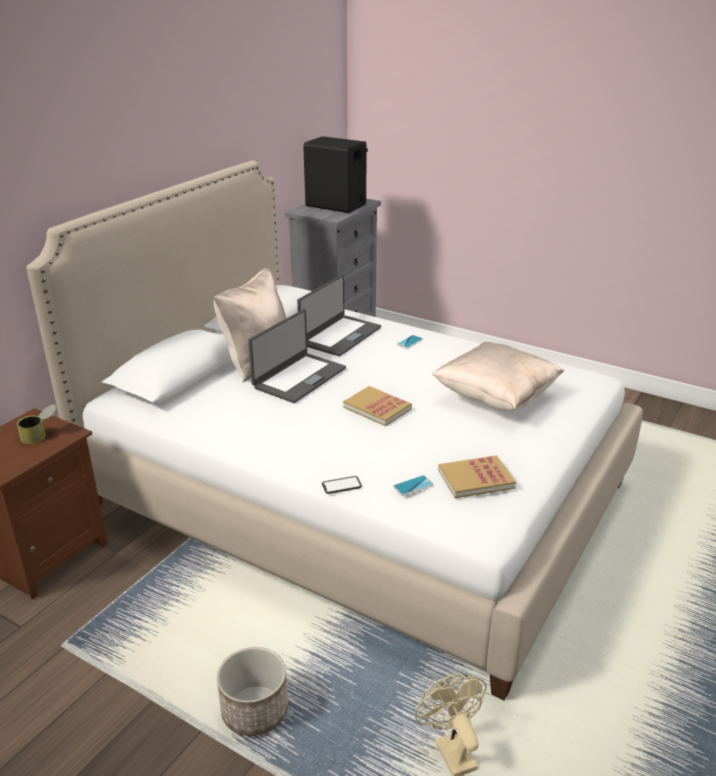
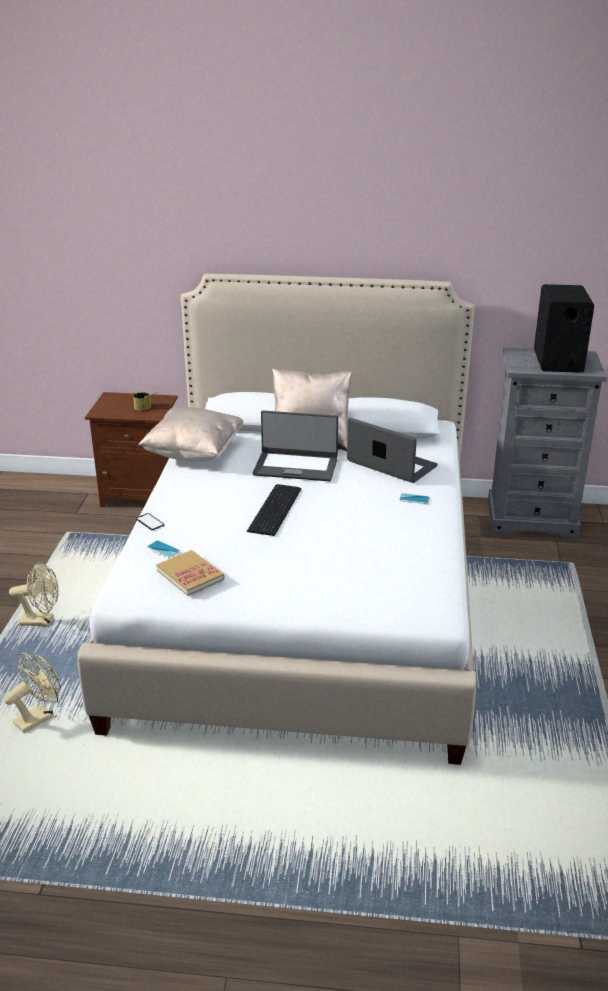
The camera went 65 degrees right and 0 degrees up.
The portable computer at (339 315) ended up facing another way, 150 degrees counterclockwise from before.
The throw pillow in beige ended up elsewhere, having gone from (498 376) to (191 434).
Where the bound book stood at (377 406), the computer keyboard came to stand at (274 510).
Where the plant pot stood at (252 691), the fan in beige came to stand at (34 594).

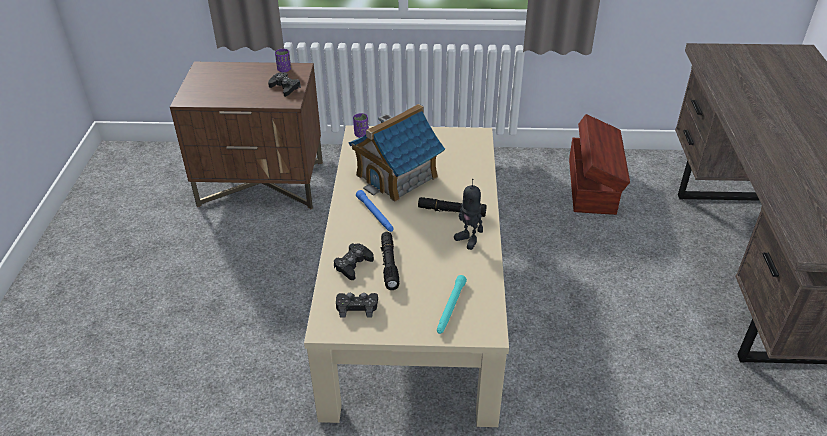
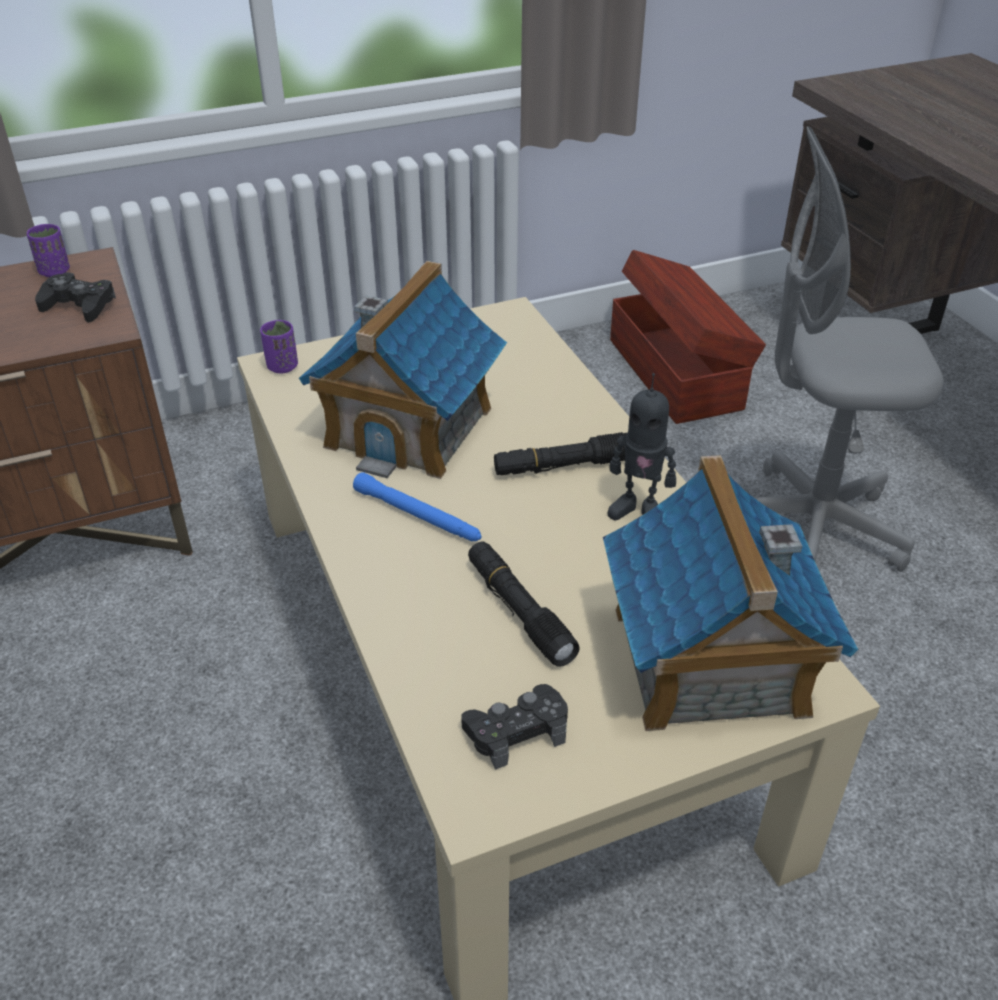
The camera went 25 degrees left and 0 degrees up.
The second view lost the gamepad in black-coloured at (354 261).
Where the flashlight in turquoise stood at (452 304), the miniature house came to stand at (730 593).
The second view gained the office chair in gray at (849 349).

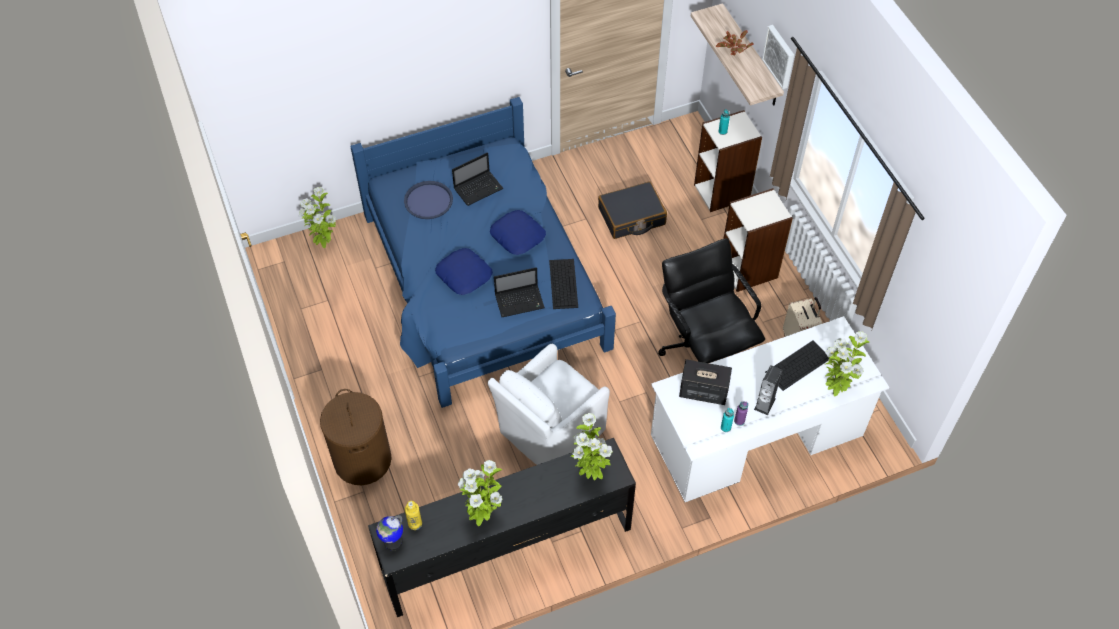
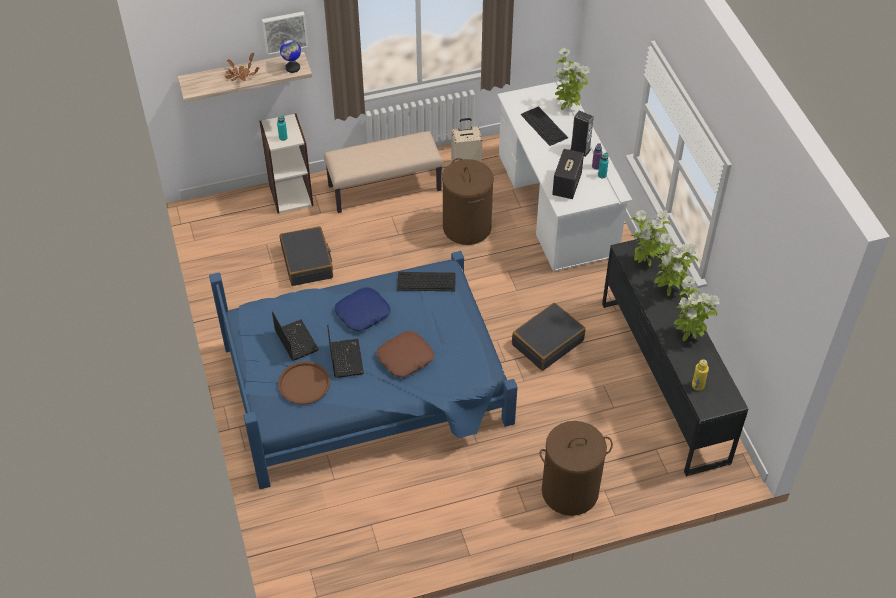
The camera went 85 degrees left and 5 degrees down.
What was the tray in blue-coloured at (428 200) turned into the tray in brown at (304 383).
The houseplant ended up elsewhere, having gone from (317 217) to (676 264).
Where the bookshelf stood at (758 240), the long seat in beige came to stand at (383 172).
Where the office chair in black-coloured stood at (711 300), the washing basket in brown came to stand at (468 201).
What was the throw pillow in blue-coloured at (464 271) turned into the throw pillow in brown at (405 354).
The portable computer ended up elsewhere, having gone from (519 292) to (345 351).
Where the easy chair in whitish stood at (549 404), the travel case in black-coloured came to stand at (549 337).
The desk globe ended up elsewhere, having gone from (389 533) to (290 55).

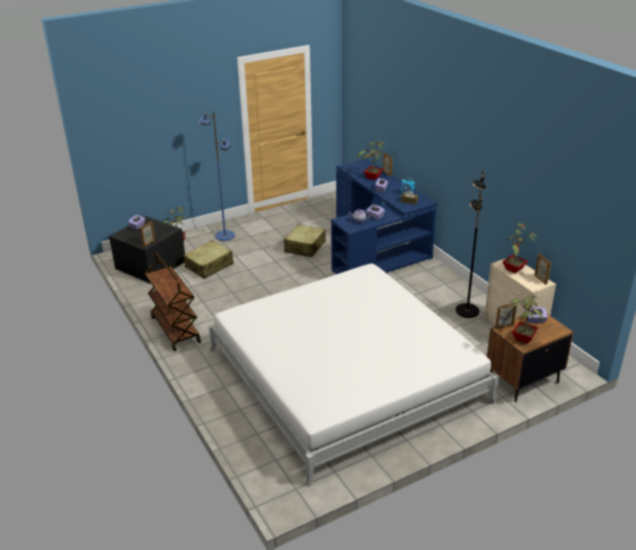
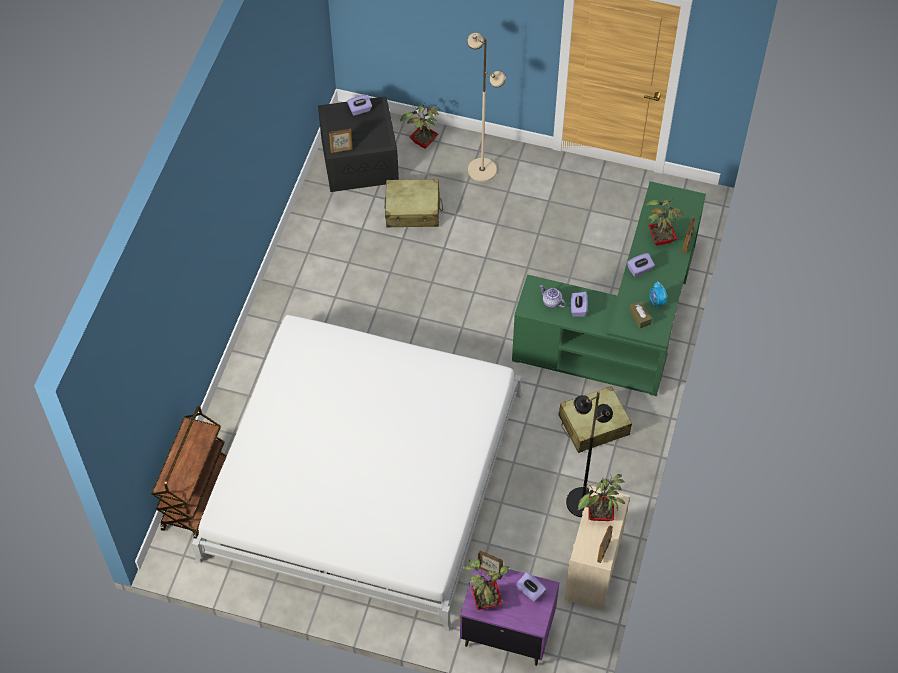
The camera went 45 degrees right and 25 degrees up.
What was the standing lamp in blue-coloured at (217 176) turned into the standing lamp in beige at (486 107).
What was the desk table in blue-coloured at (384 216) turned into the desk table in green at (609 288).
The travel case in beige ended up elsewhere, having gone from (305 240) to (595 419).
The trolley in brown ended up elsewhere, having gone from (173 301) to (189 472).
What was the night table in brown at (530 358) turned into the night table in purple at (510 616).

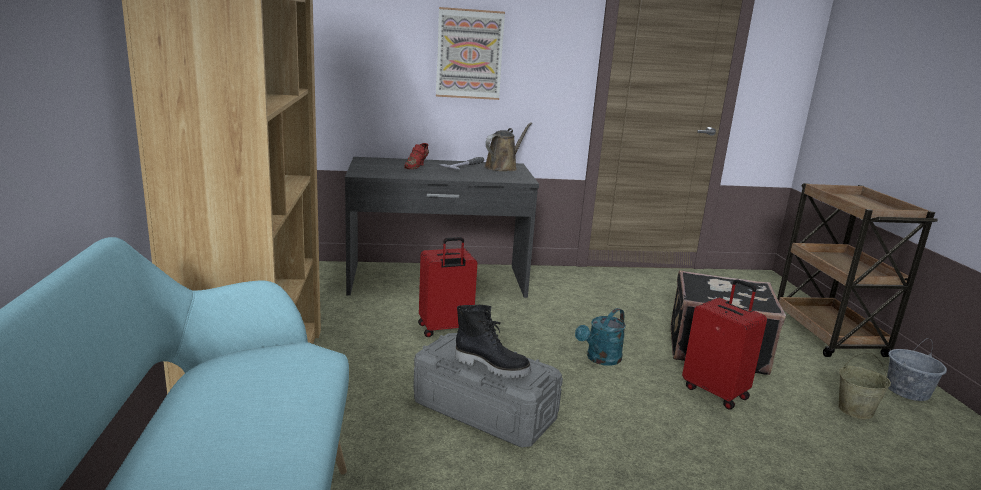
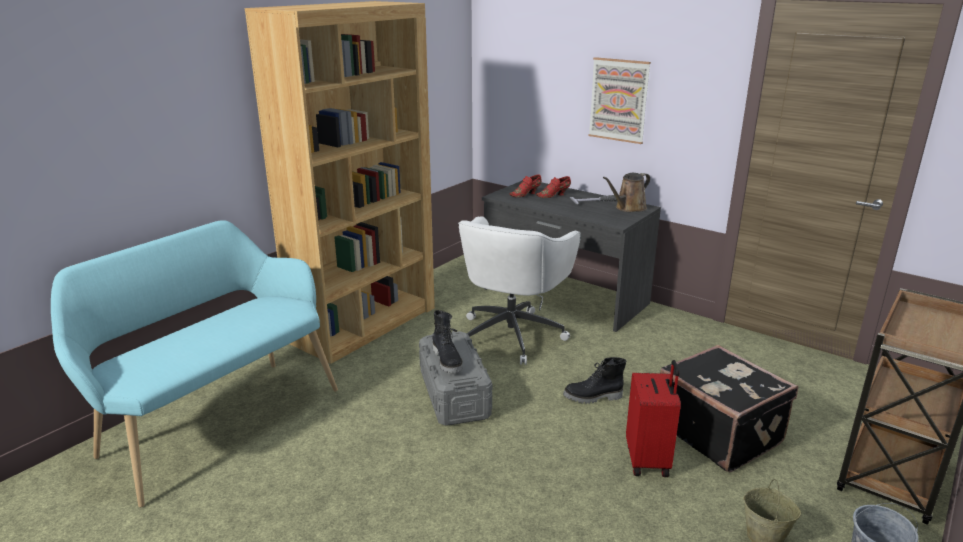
The camera went 45 degrees right and 5 degrees up.
The watering pot in brown at (508 146) ended up facing another way, 150 degrees clockwise from before.
Where the travel case in reddish stood at (447 287), the office chair in whitish came to stand at (519 290).
Where the watering pot in turquoise stood at (600 337), the boot in black-coloured came to stand at (594 380).
The second view gained the low shoe in reddish at (525 185).

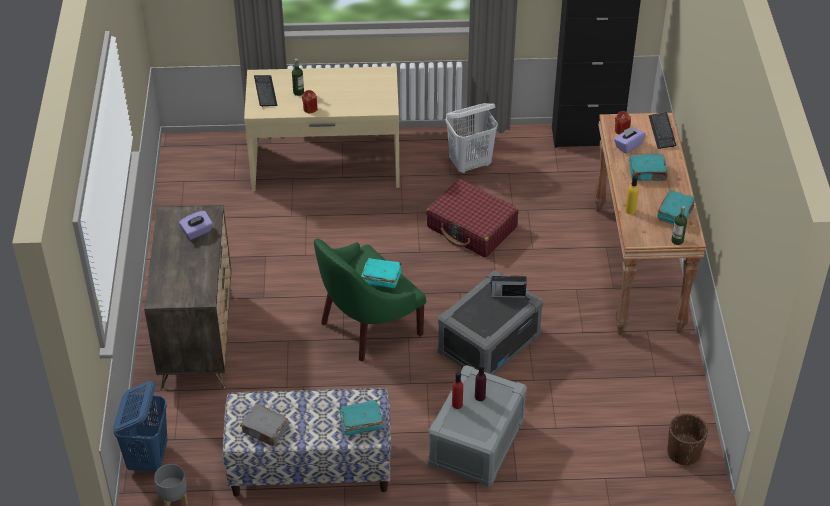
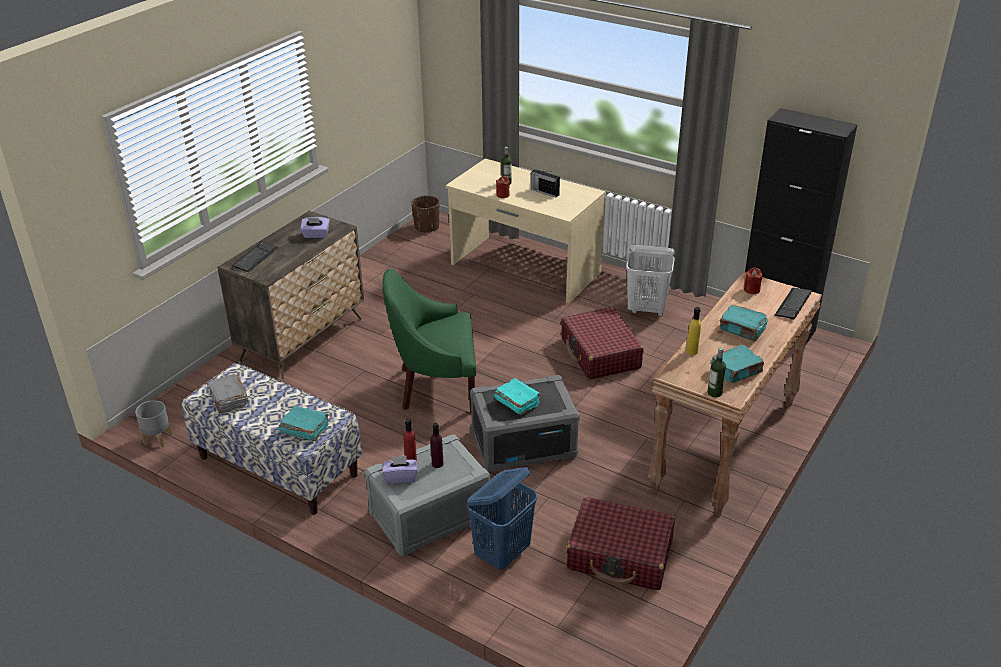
The camera went 35 degrees right and 10 degrees down.
The computer keyboard ended up elsewhere, having gone from (265 91) to (255 256).
The tissue box in purple ended up elsewhere, having gone from (630 140) to (400 470).
The bound book in turquoise ended up elsewhere, having gone from (381 273) to (517 396).
The radio receiver ended up elsewhere, having gone from (508 286) to (545 183).
The washing basket in blue-coloured ended up elsewhere, having gone from (140 426) to (502 518).
The plant pot in brown ended up elsewhere, having gone from (687 440) to (425 214).
The second view gained the travel case in reddish at (620 543).

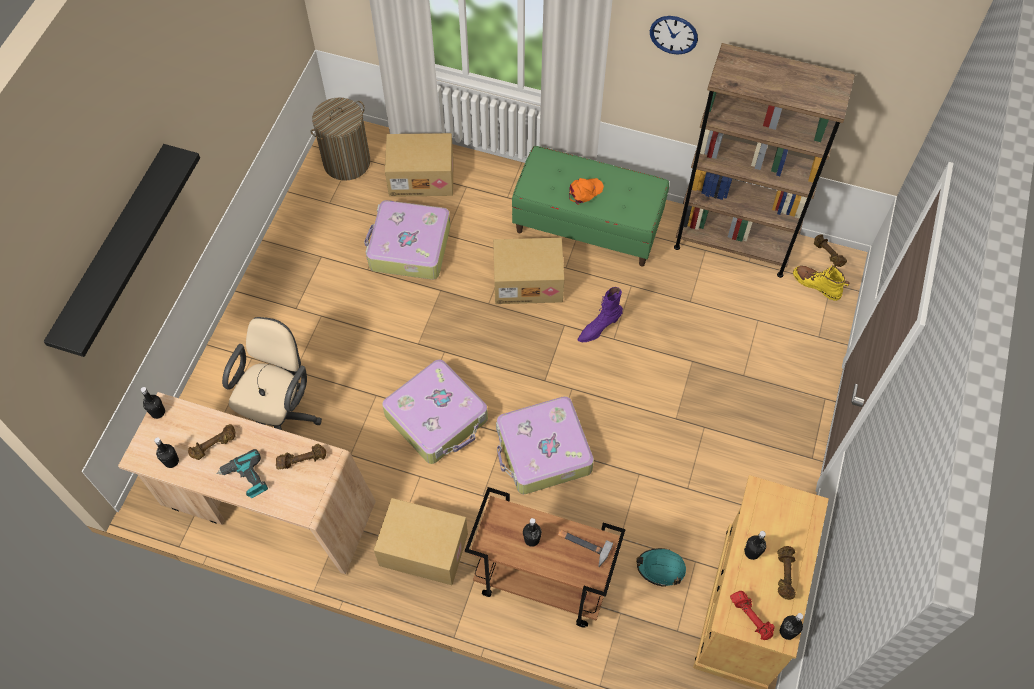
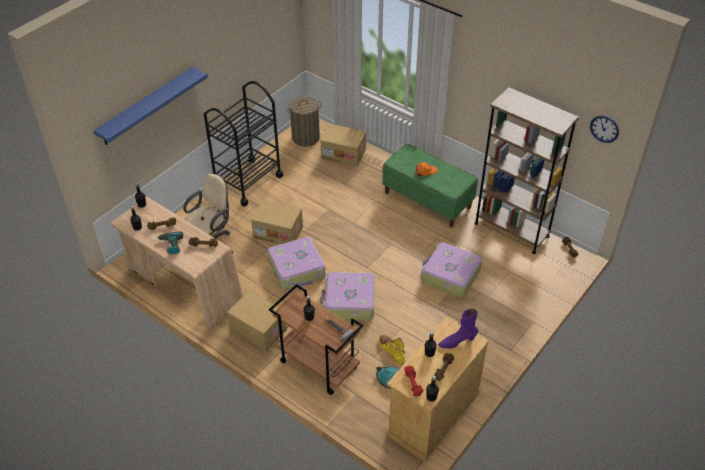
The camera went 20 degrees right and 15 degrees down.
The hanging clock ended up elsewhere, having gone from (674 35) to (604 129).
What was the wall shelf in black-coloured at (121 250) turned into the wall shelf in blue-coloured at (150 106).
The travel case ended up elsewhere, having gone from (407 240) to (451 270).
The carton ended up elsewhere, having gone from (528 271) to (277 222).
The boot in yellow-coloured ended up elsewhere, having gone from (821 283) to (391 350).
The boot in purple ended up elsewhere, having gone from (600 314) to (458 329).
The second view gained the trolley in black-coloured at (243 143).

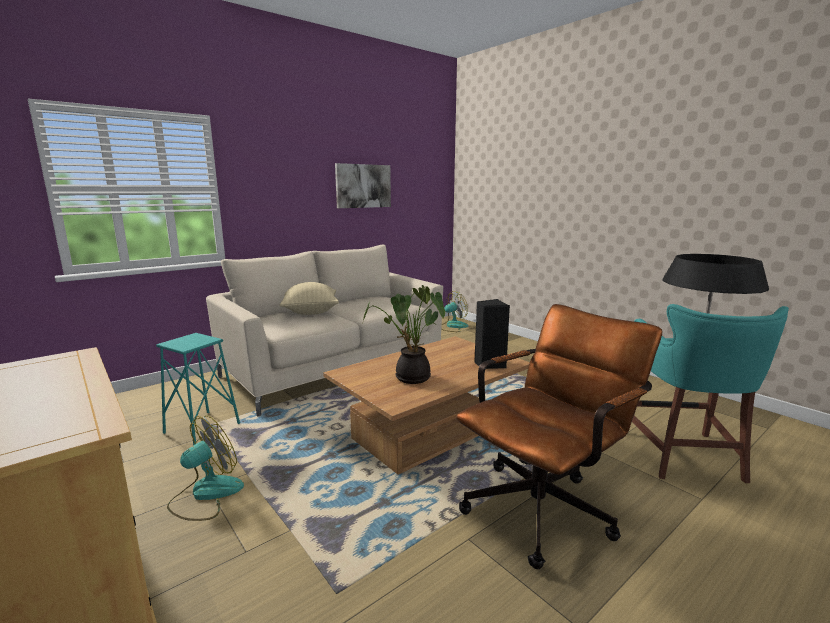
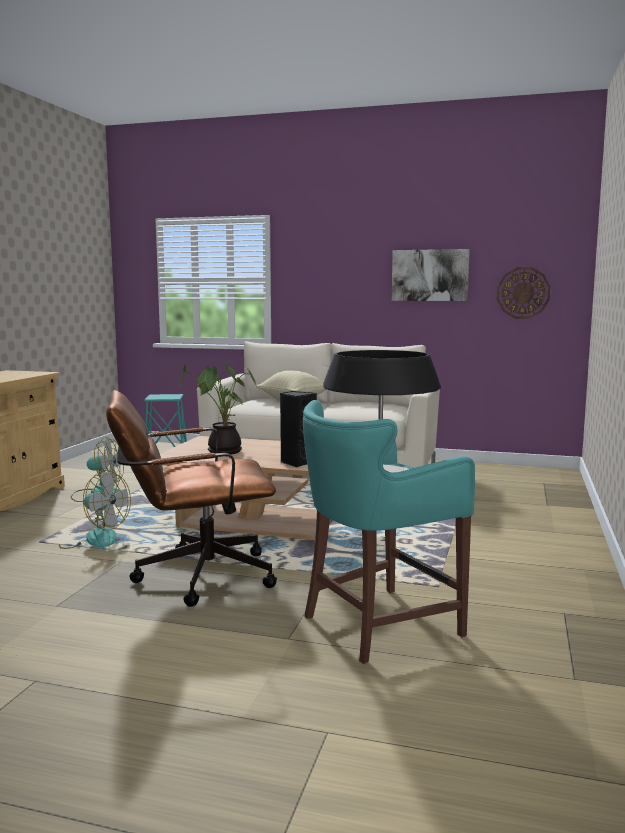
The camera went 55 degrees right and 5 degrees down.
The fan ended up elsewhere, having gone from (454 311) to (95 509).
The office chair in brown at (559 436) ended up facing another way, 150 degrees clockwise from before.
The second view gained the hanging clock at (523 293).

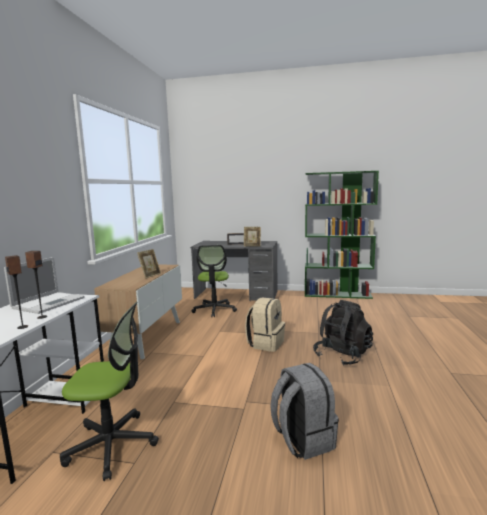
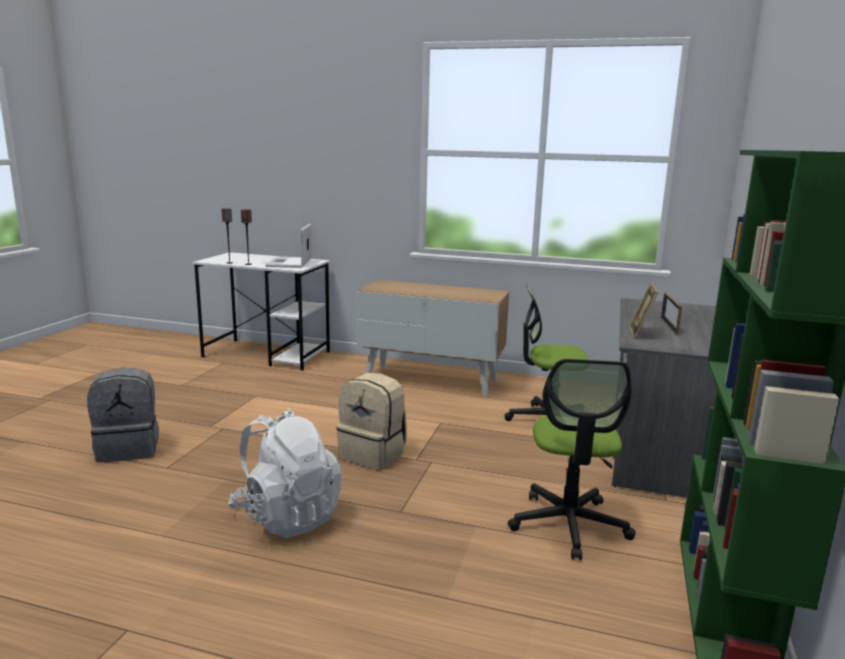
The camera went 95 degrees right and 5 degrees up.
The second view lost the standing frame at (149 264).
The portable computer at (44 285) ended up facing another way, 60 degrees clockwise from before.
What was the rucksack in black-coloured at (343 333) turned into the rucksack in whitish at (285 473).
The office chair ended up elsewhere, having gone from (109 391) to (572 459).

